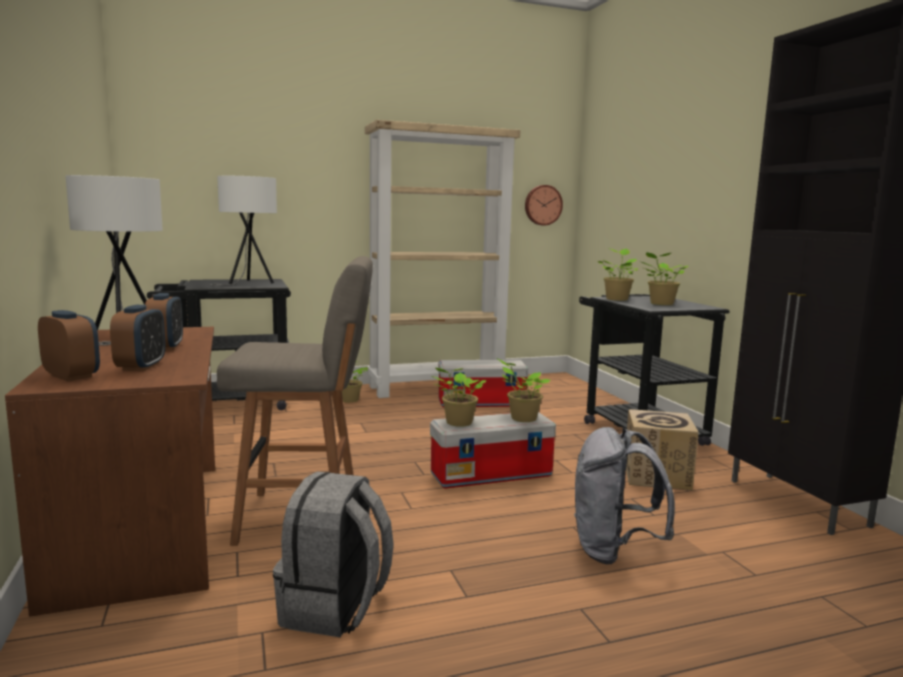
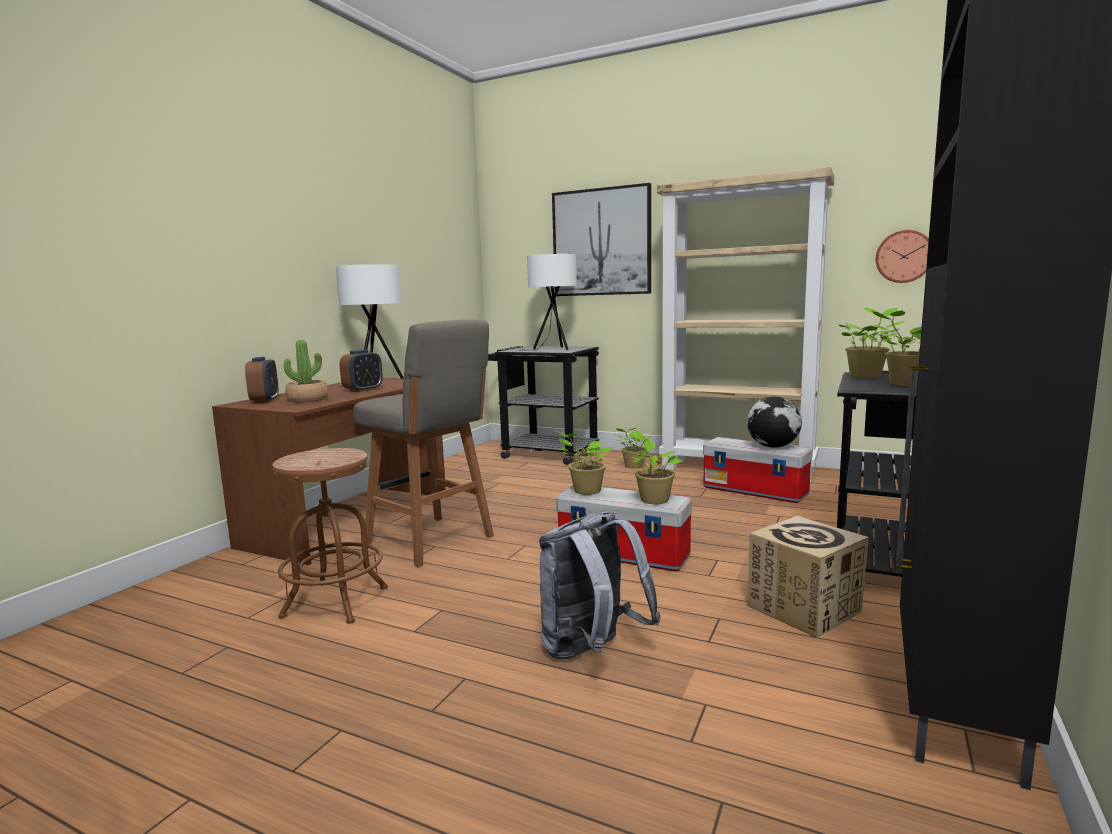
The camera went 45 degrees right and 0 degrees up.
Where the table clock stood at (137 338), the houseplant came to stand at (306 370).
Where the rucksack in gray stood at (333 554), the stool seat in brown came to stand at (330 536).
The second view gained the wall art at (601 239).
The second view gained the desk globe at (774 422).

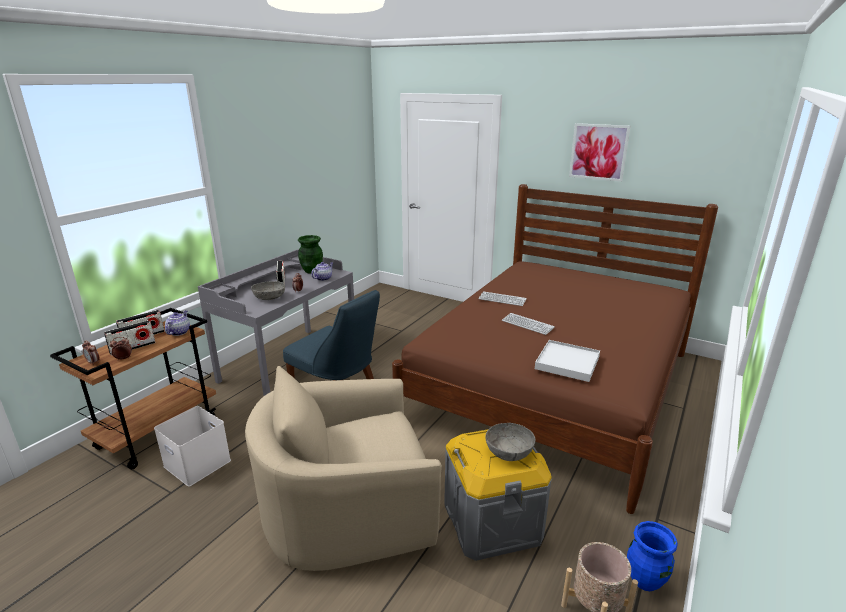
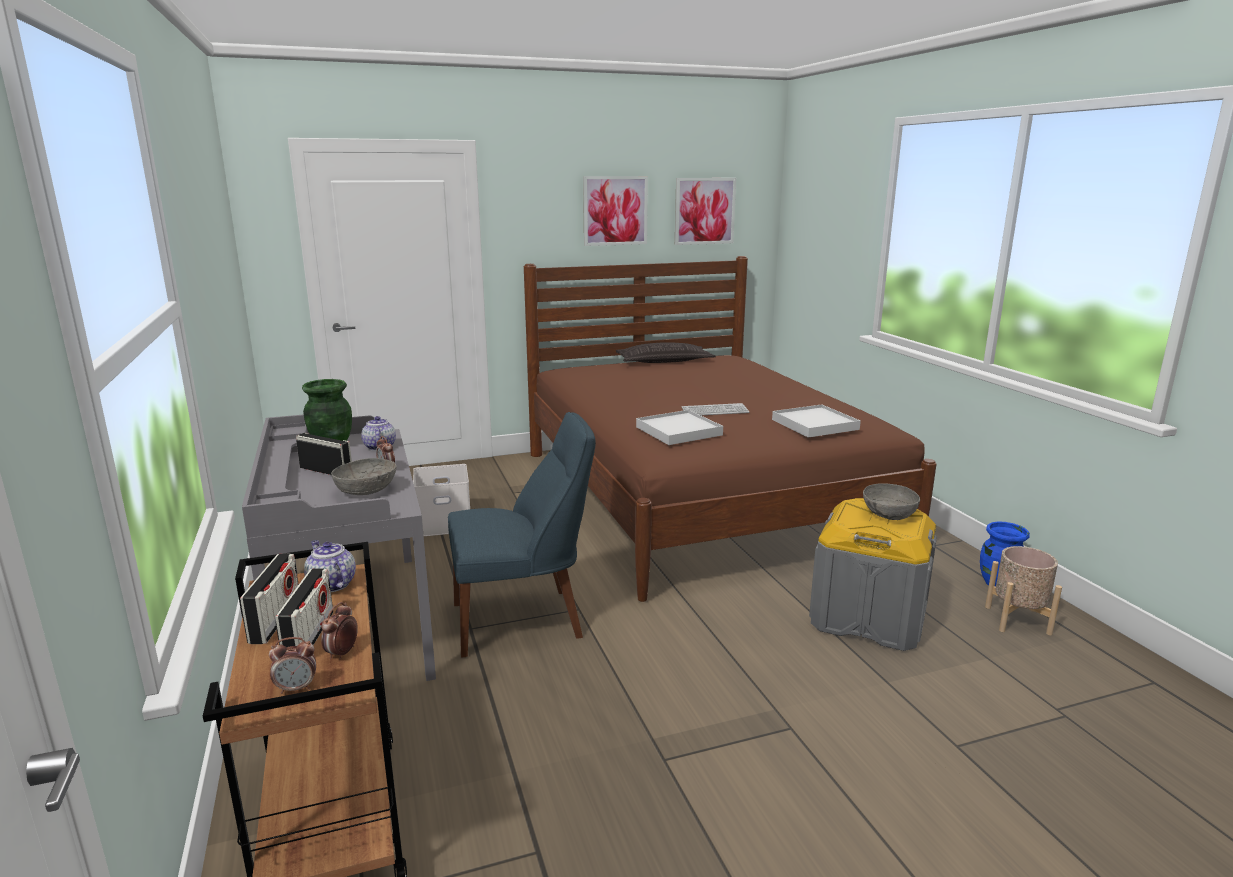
The camera went 50 degrees left and 5 degrees down.
The second view lost the computer keyboard at (502 298).
The second view lost the easy chair in beige at (343 468).
The storage box in whitish ended up elsewhere, having gone from (192 446) to (441 500).
The second view gained the wall art at (705 211).
The second view gained the throw pillow at (666 352).
The second view gained the tray in whitish at (679 427).

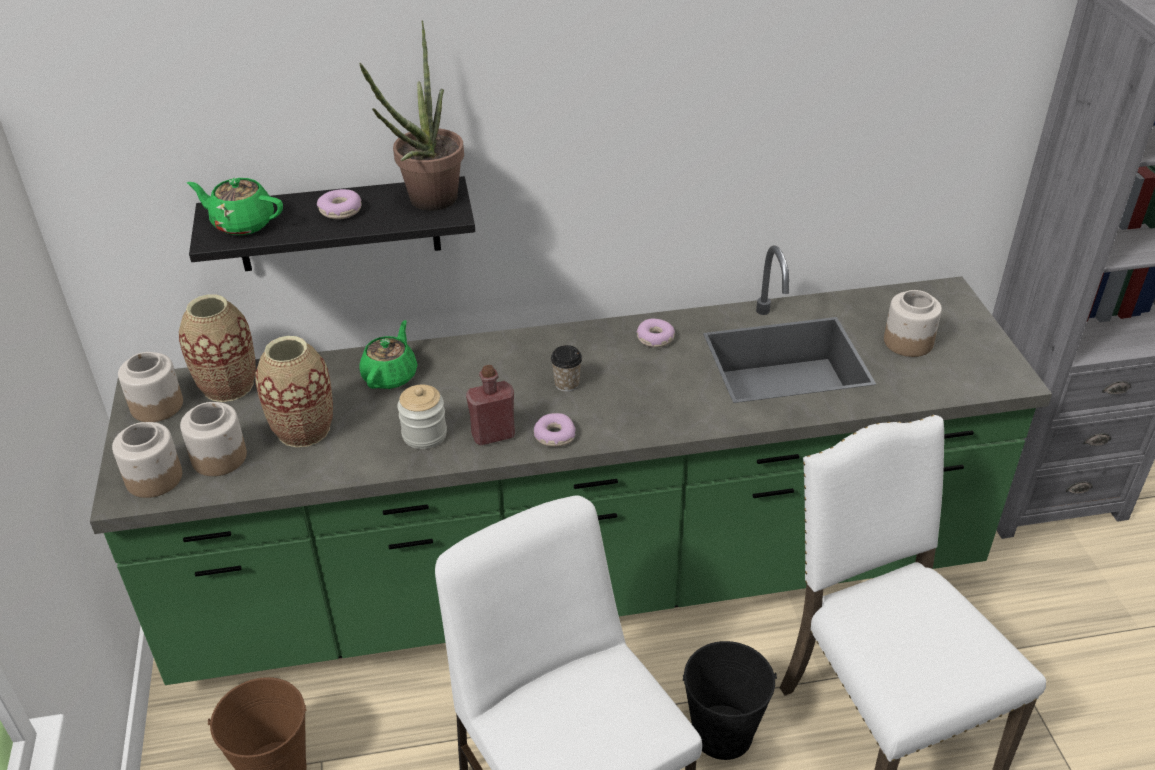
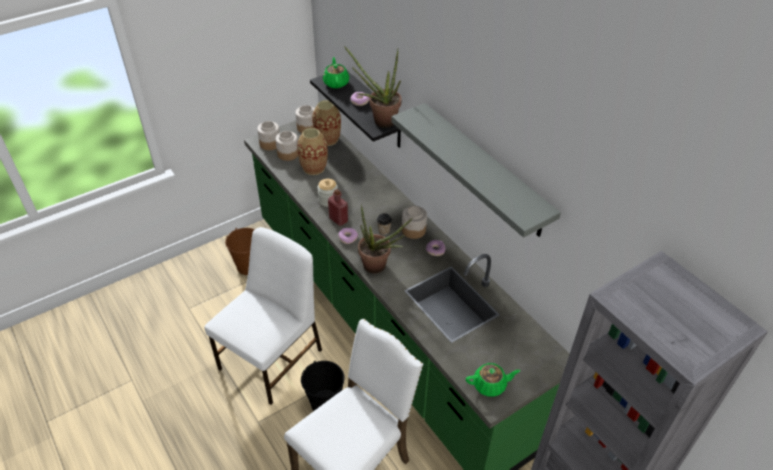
The camera went 65 degrees right and 5 degrees up.
The jar ended up elsewhere, having gone from (913 323) to (414 222).
The pot for tea in green ended up elsewhere, having gone from (388 354) to (493 380).
The second view gained the wall shelf in gray at (476 170).
The second view gained the houseplant at (385 238).

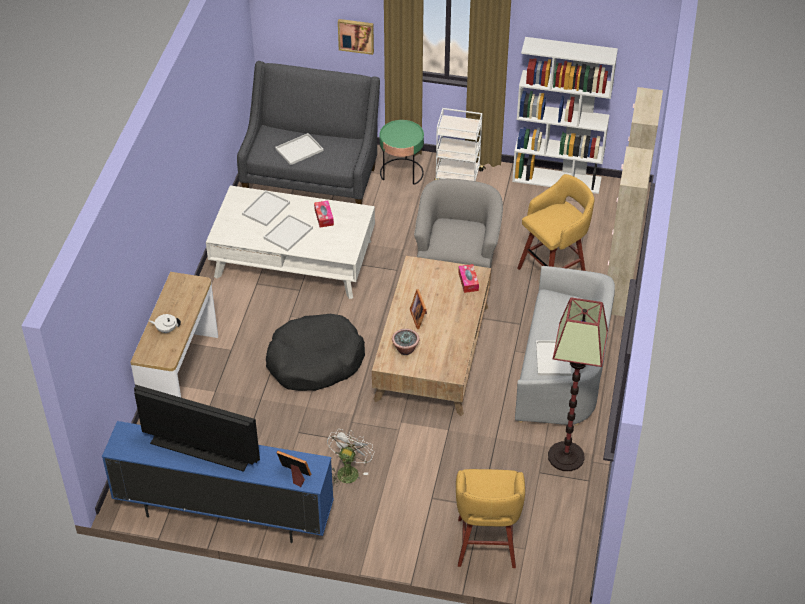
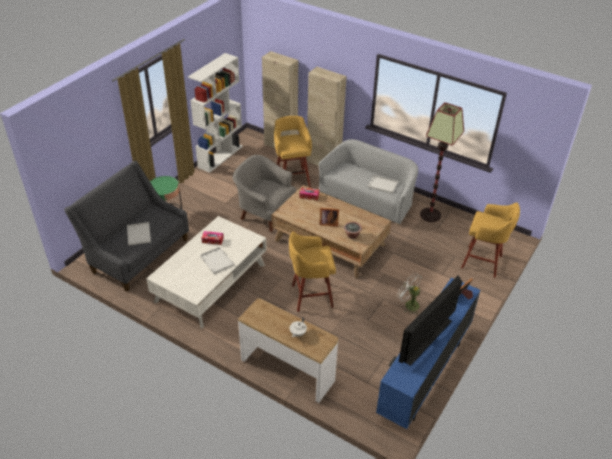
The camera went 70 degrees left and 5 degrees down.
The second view lost the wall art at (356 37).
The second view lost the trolley in whitish at (460 144).
The second view lost the tray in whitish at (266 208).
Where the pet bed in black-coloured stood at (315 352), the stool seat in yellow-coloured came to stand at (312 271).

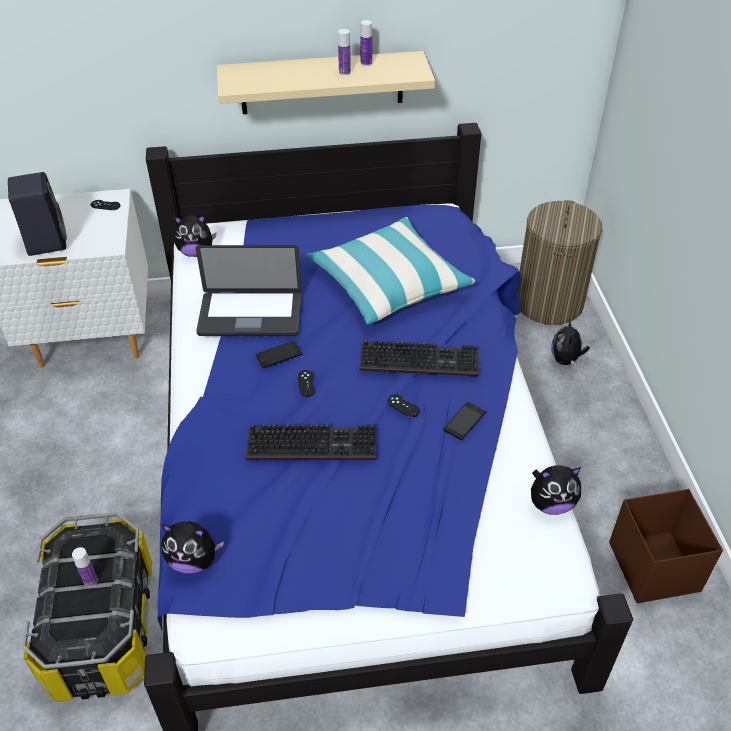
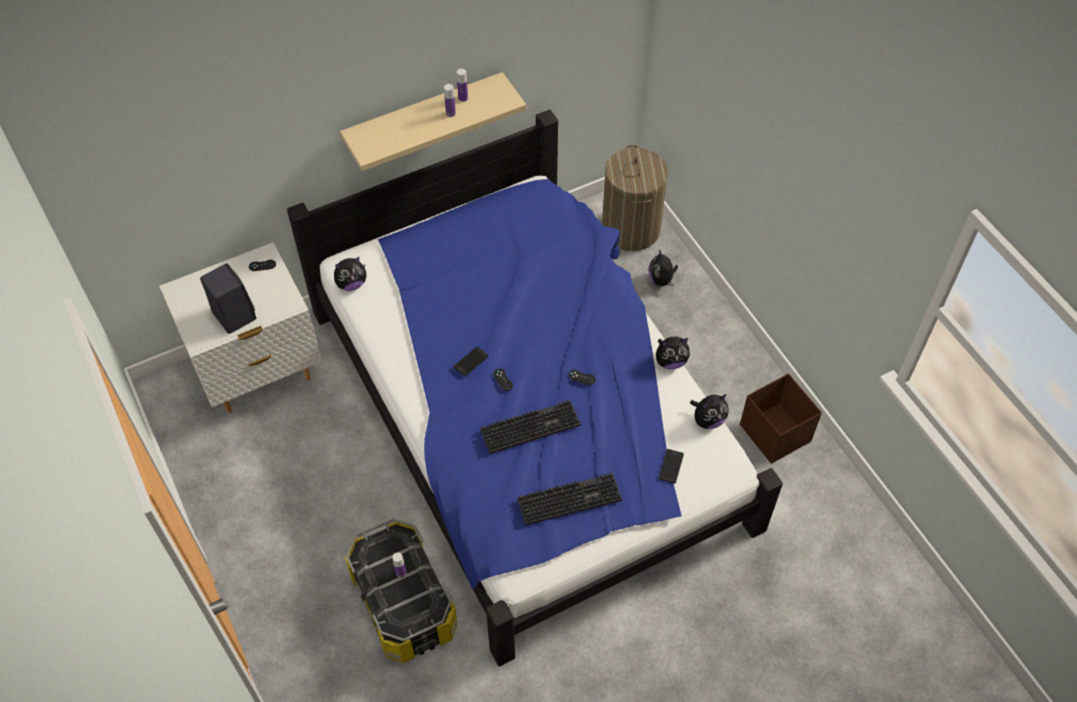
The camera went 20 degrees left and 10 degrees up.
The second view lost the throw pillow at (390 271).
The second view lost the portable computer at (249 290).
The computer keyboard ended up elsewhere, having gone from (419 358) to (569 499).
The phone ended up elsewhere, having gone from (464 421) to (671 466).
The soft toy ended up elsewhere, having gone from (193 547) to (673 353).

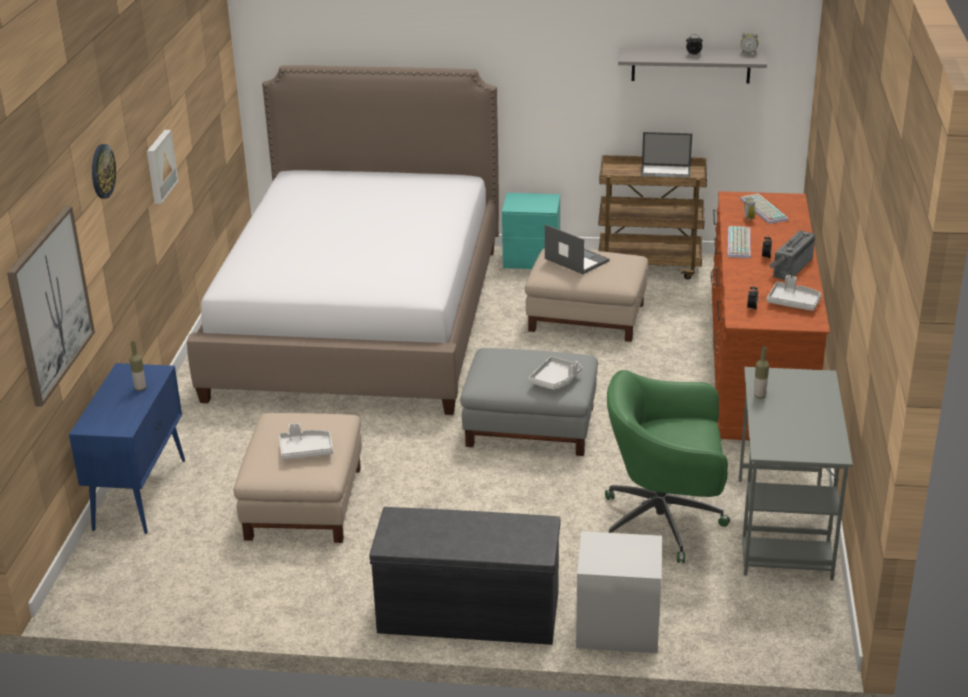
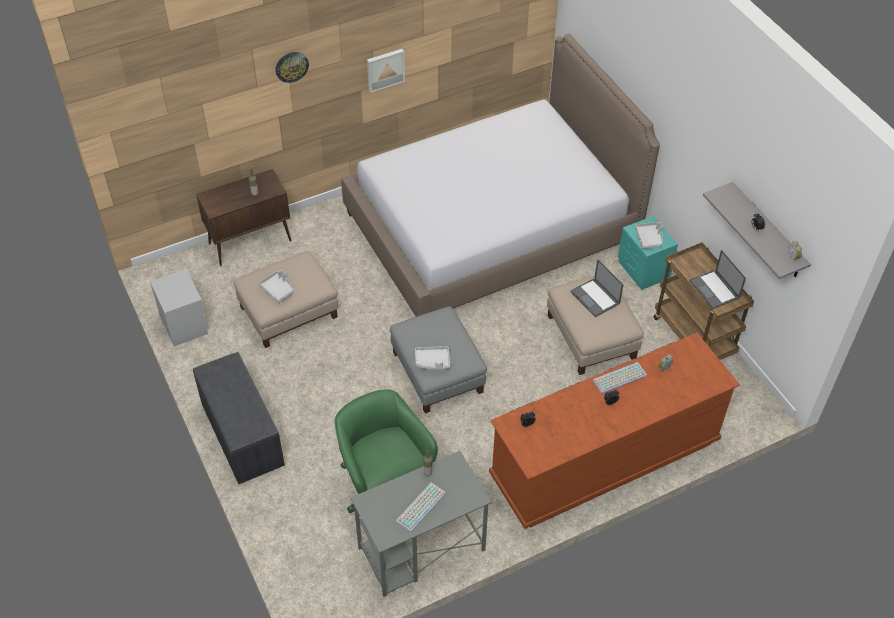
The camera went 55 degrees right and 20 degrees up.
The computer keyboard ended up elsewhere, having gone from (764 209) to (421 507).
The second view lost the wall art at (51 306).
The portable computer at (577 249) ended up facing another way, 135 degrees clockwise from before.
The second view lost the radio receiver at (792 255).
The tray in gray ended up elsewhere, having gone from (794 293) to (649 235).
What was the cupboard in blue-coloured at (127 448) turned into the cupboard in brown at (243 217).
The night table in gray ended up elsewhere, having gone from (619 592) to (179 307).

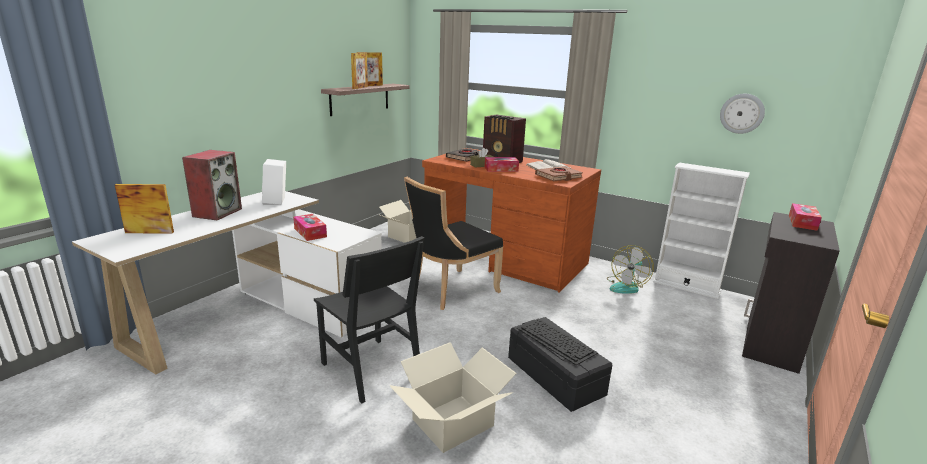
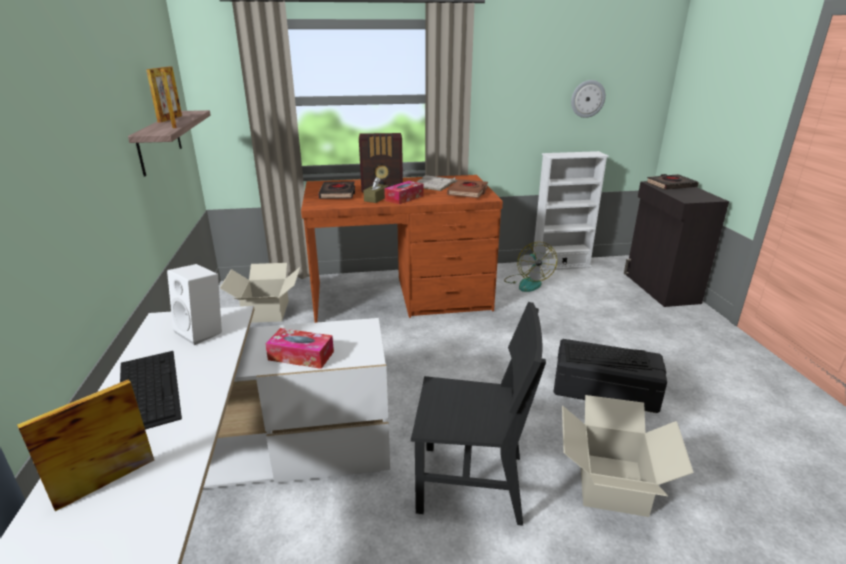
The camera went 40 degrees left and 5 degrees up.
Where the speaker stood at (212 185), the computer keyboard came to stand at (151 390).
The second view lost the chair in black-coloured at (453 243).
Where the tissue box stood at (805 217), the bound book in black-coloured came to stand at (673 182).

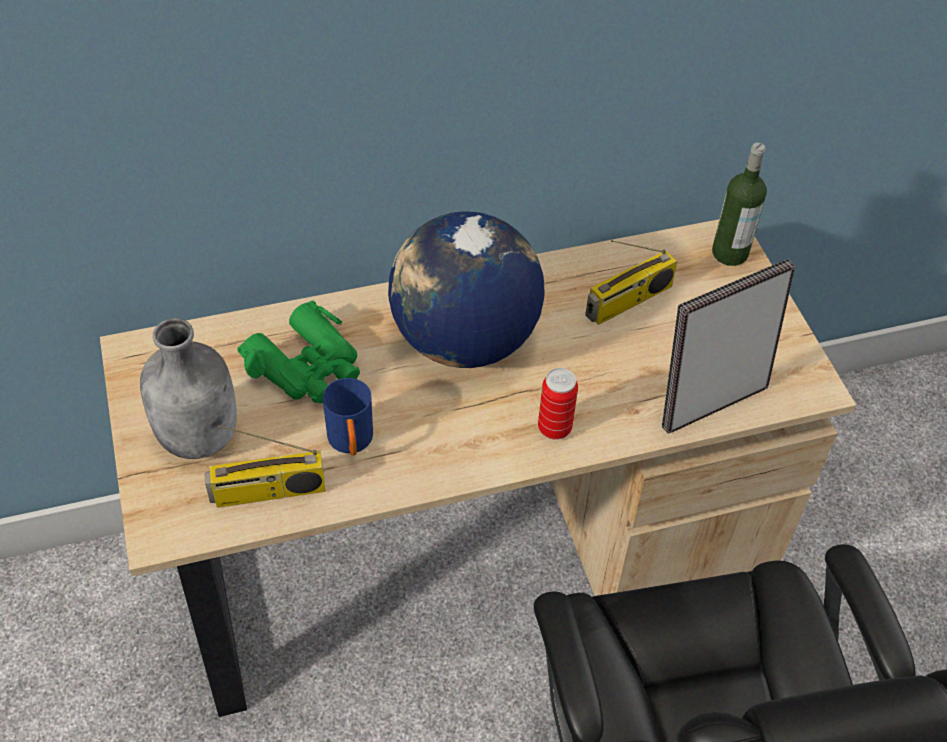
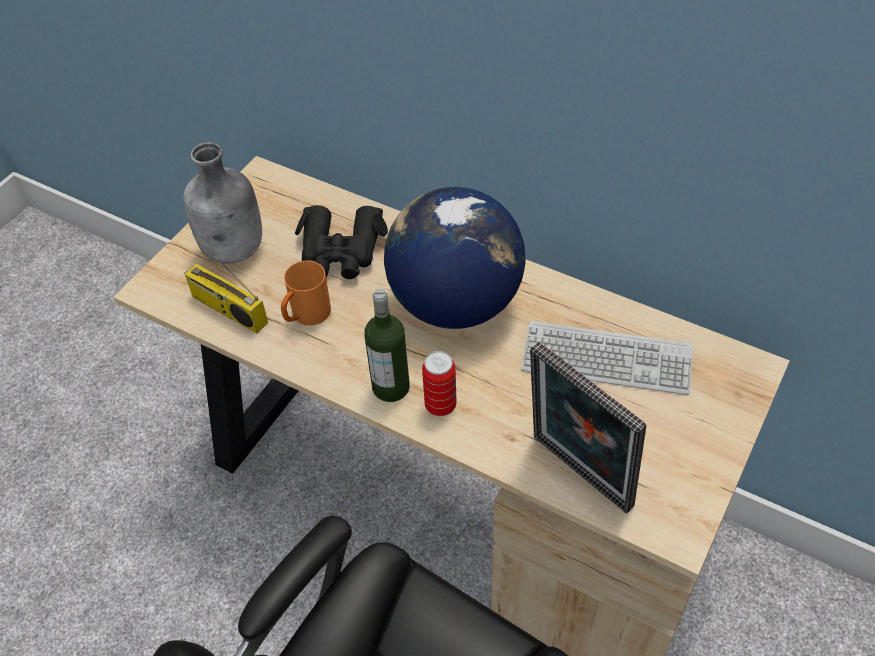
The camera went 50 degrees right and 0 degrees up.
The drink bottle ended up elsewhere, having gone from (739 204) to (387 345).
Where the radio receiver stood at (631 282), the computer keyboard came to stand at (607 358).
The standing frame at (728 346) ended up facing another way, 150 degrees counterclockwise from before.
What was the binoculars in green at (298 352) turned into the binoculars in black-coloured at (341 242).
What was the coffee mug in blue-coloured at (348 416) turned into the coffee mug in orange-coloured at (306 292).

